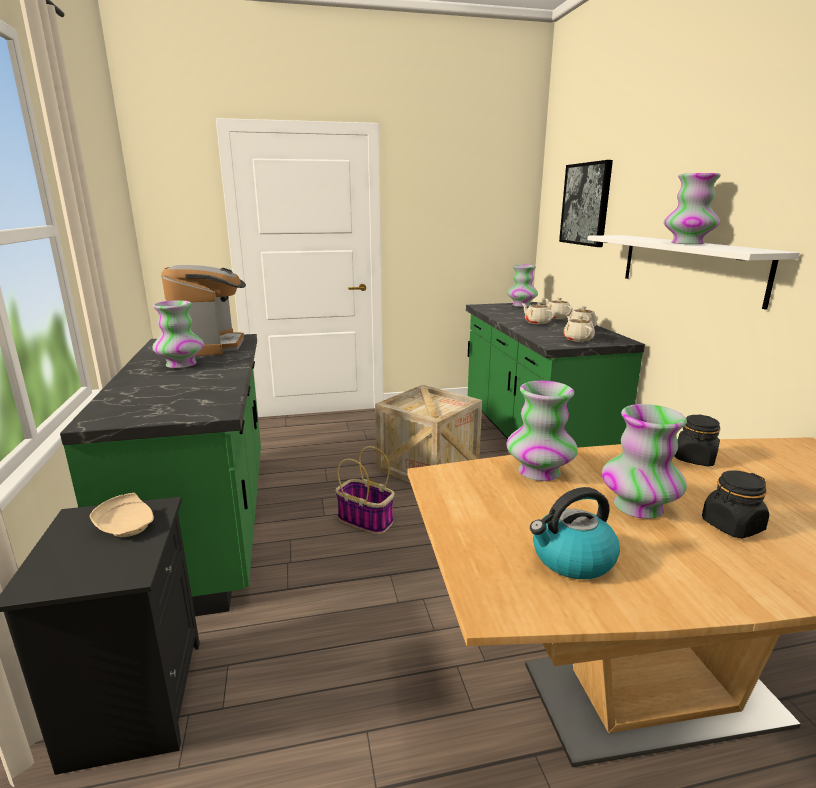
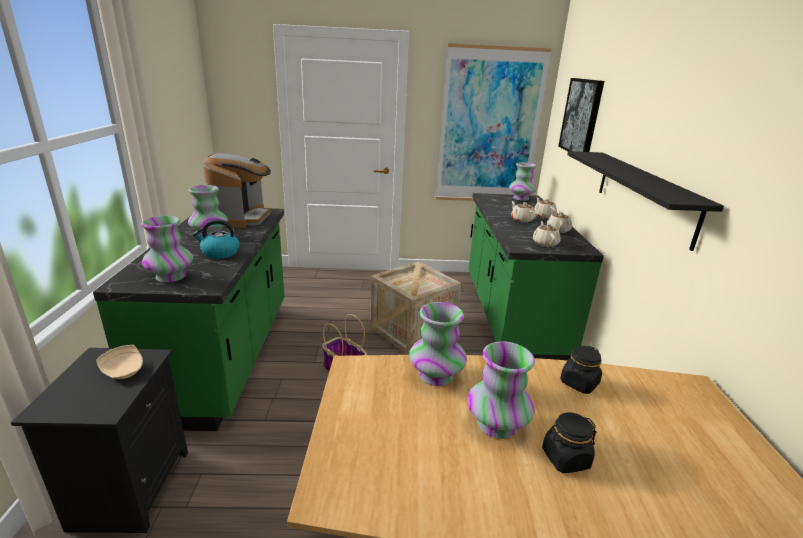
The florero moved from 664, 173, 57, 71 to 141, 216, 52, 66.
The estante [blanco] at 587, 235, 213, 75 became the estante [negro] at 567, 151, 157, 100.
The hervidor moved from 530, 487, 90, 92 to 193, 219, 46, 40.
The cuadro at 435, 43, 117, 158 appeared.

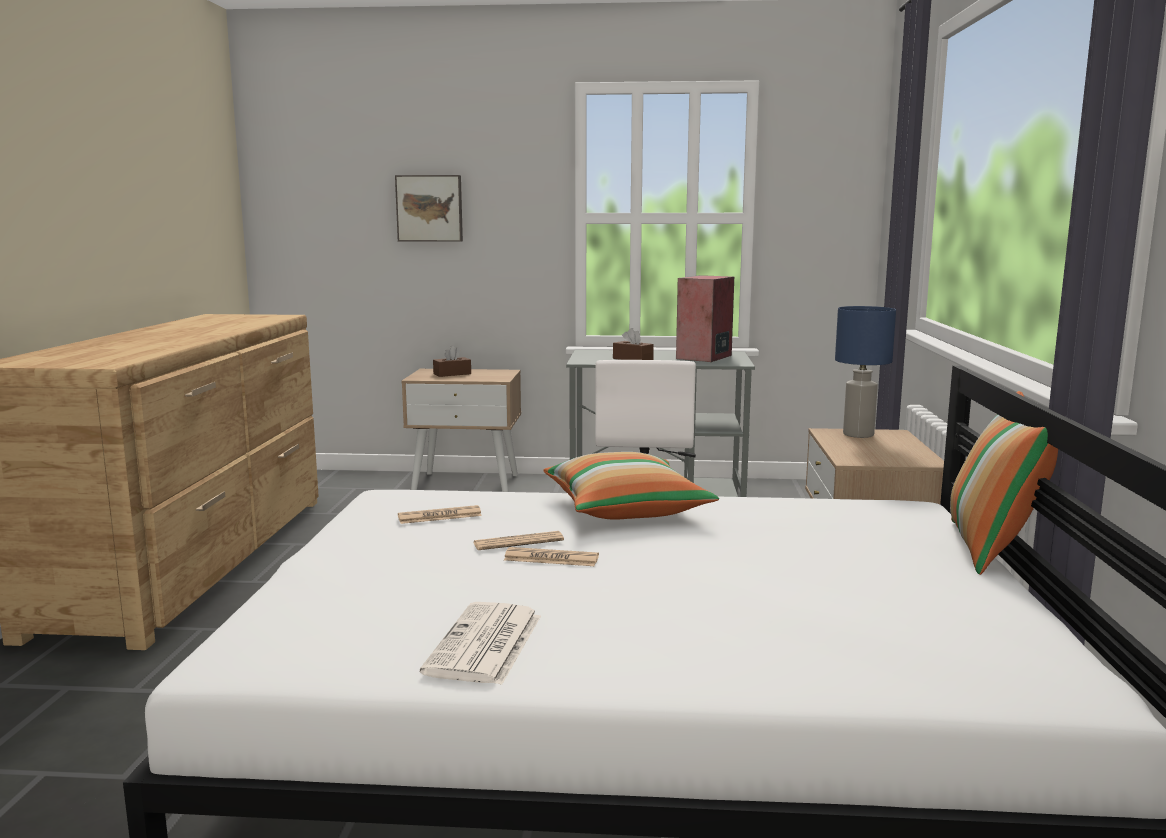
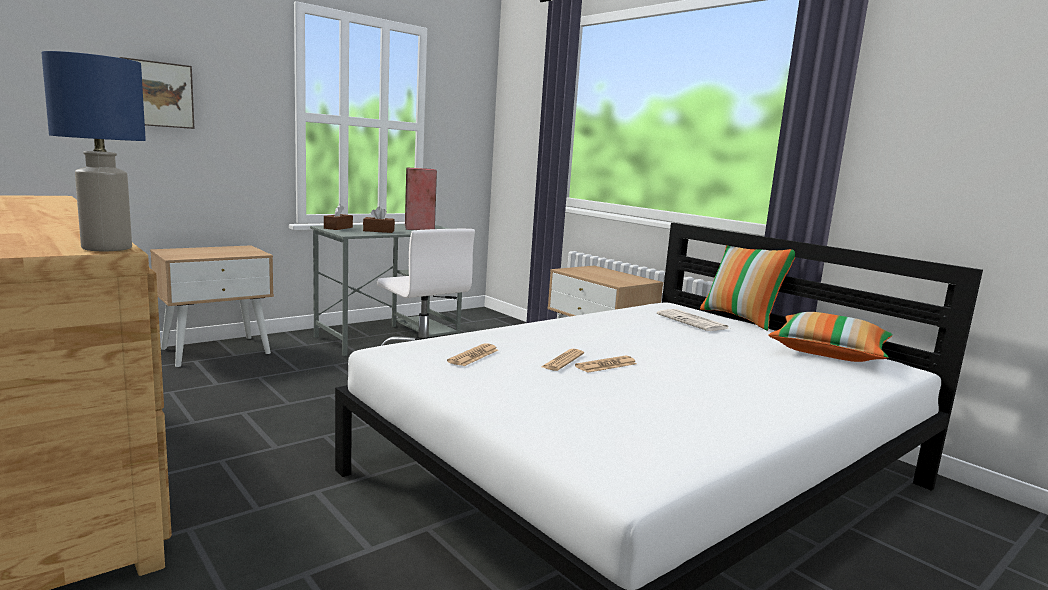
The lámpara de mesa [azul] moved from 835, 306, 61, 132 to 41, 51, 105, 200.
The caja de pañuelos [marrón] moved from 433, 345, 38, 32 to 324, 204, 29, 26.
The cojín moved from 543, 452, 176, 68 to 768, 312, 125, 50.
The periódico moved from 420, 602, 121, 83 to 657, 309, 72, 22.

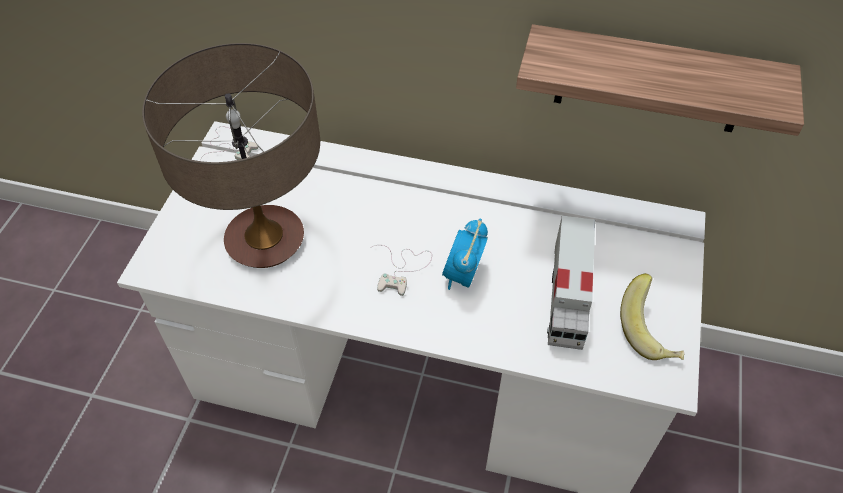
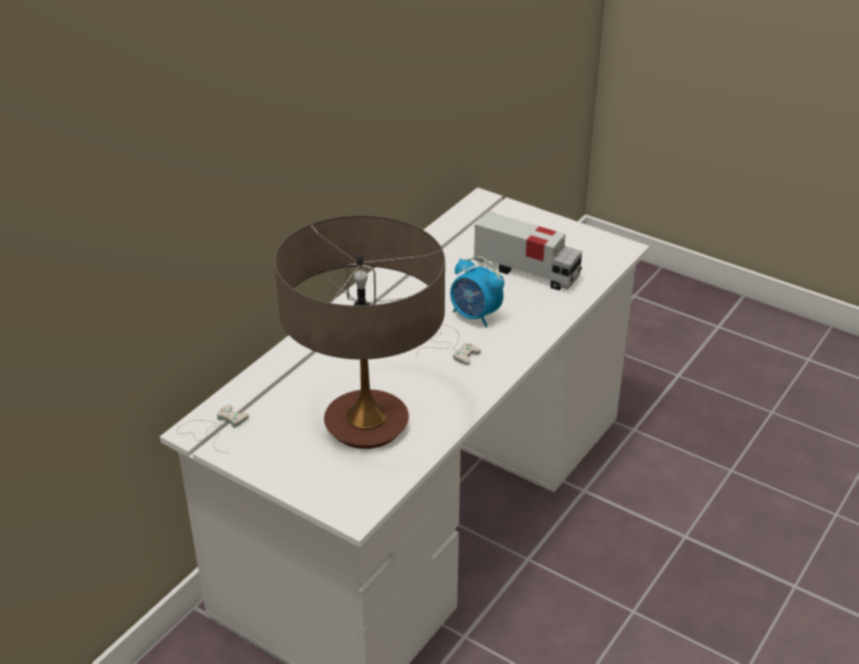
The estante at 516, 24, 288, 112 disappeared.
The plátano at 620, 273, 64, 87 disappeared.

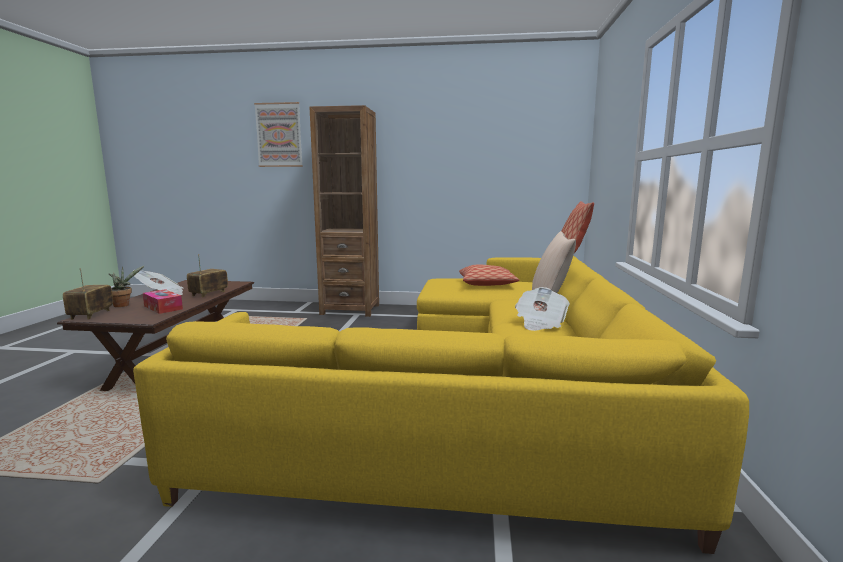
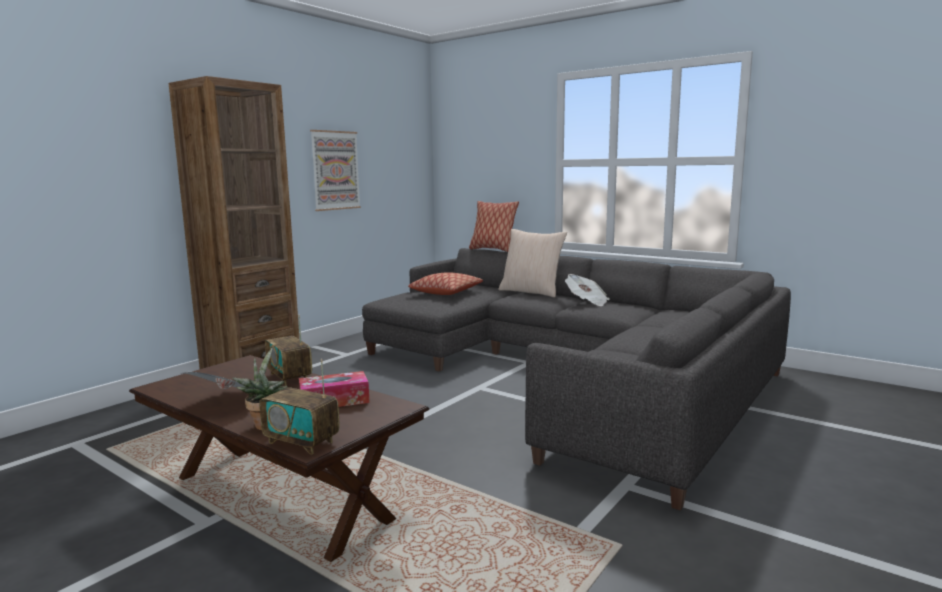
The cuadro moved from 254, 102, 49, 65 to 310, 130, 51, 81.
The sofá [amarillo] at 133, 256, 616, 298 became the sofá [gris] at 362, 248, 429, 262.

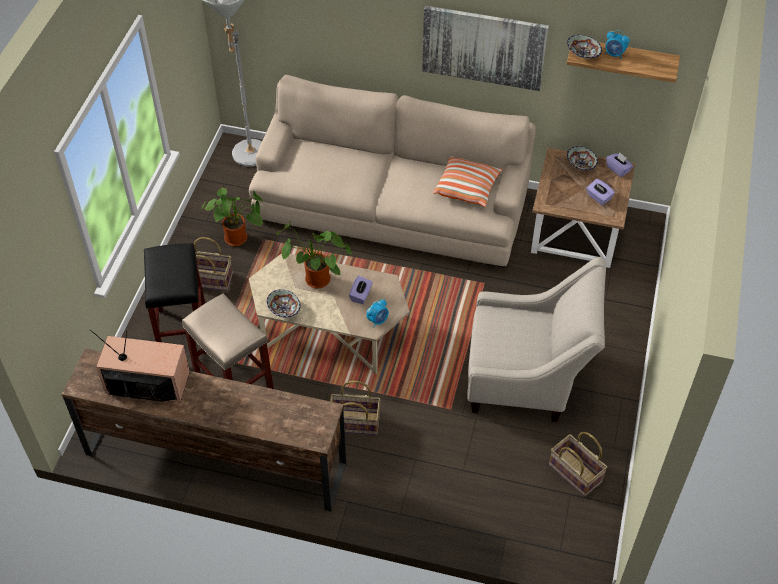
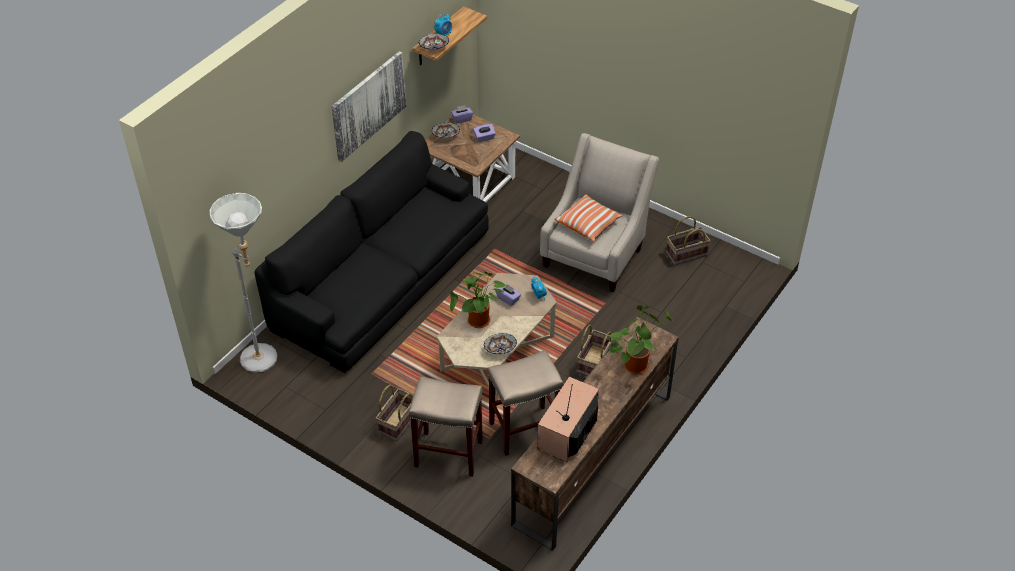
The sofá [beis] at 249, 75, 287, 193 became the sofá [negro] at 255, 131, 234, 242.
The cojín moved from 433, 156, 70, 51 to 554, 194, 69, 47.
The planta en maceta moved from 201, 187, 62, 59 to 609, 305, 63, 69.
The taburete [negro] at 144, 243, 63, 111 became the taburete [beis] at 409, 376, 74, 101.

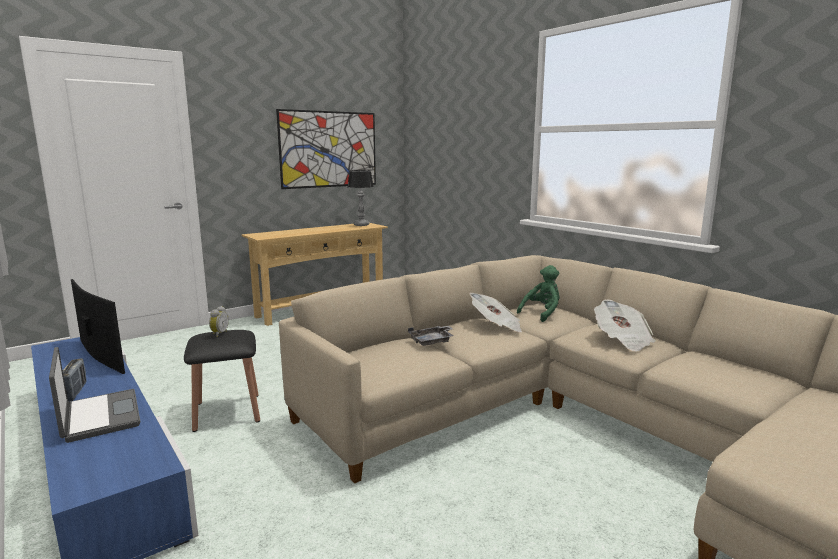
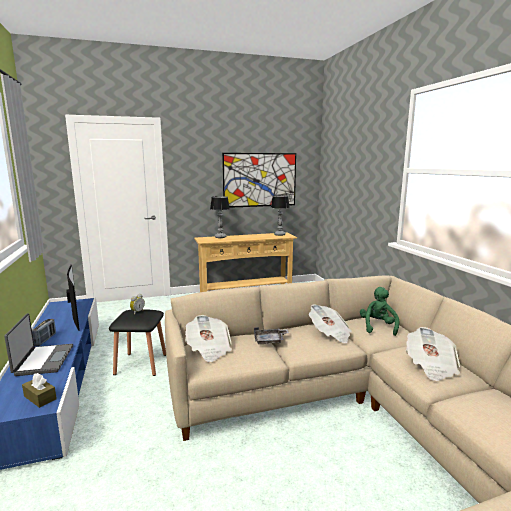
The peluche [verde] at 517, 265, 42, 57 turned 60 degrees counterclockwise.
The lámpara de mesa at 210, 196, 20, 42 appeared.
The periódico at 185, 315, 47, 47 appeared.
The caja de pañuelos [marrón] at 22, 373, 35, 35 appeared.

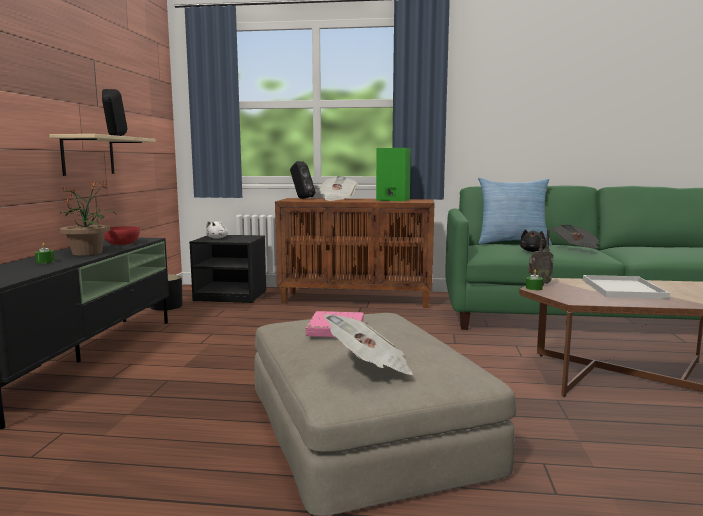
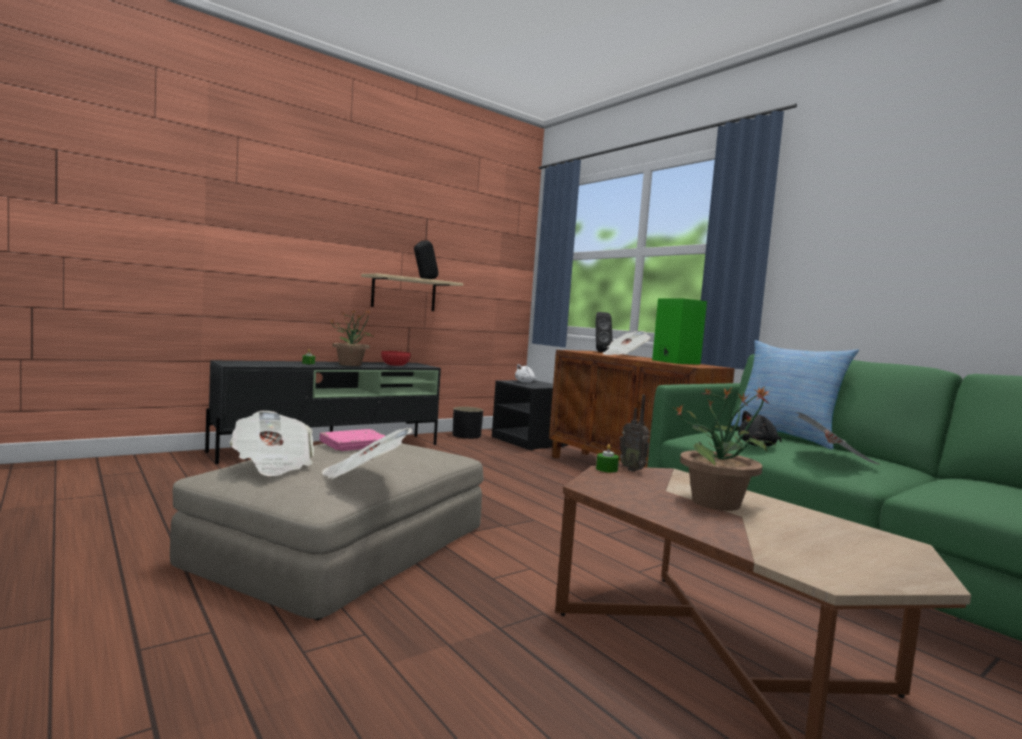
The bandeja [blanco] at 583, 275, 87, 24 was replaced by the planta en maceta at 674, 386, 101, 125.
The periódico at 321, 428, 92, 52 appeared.

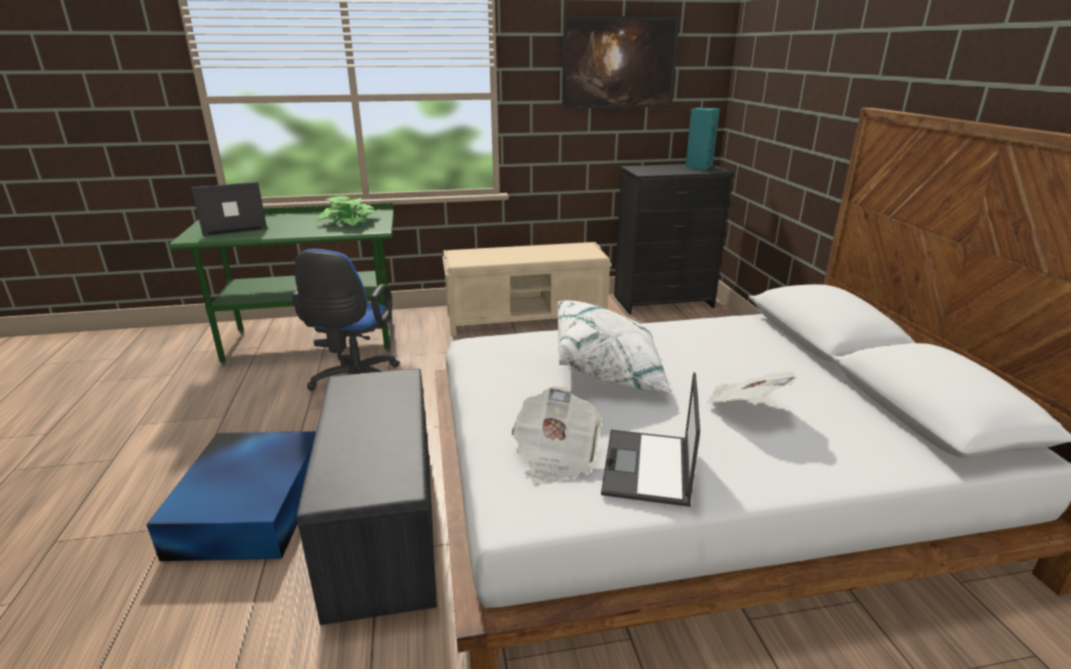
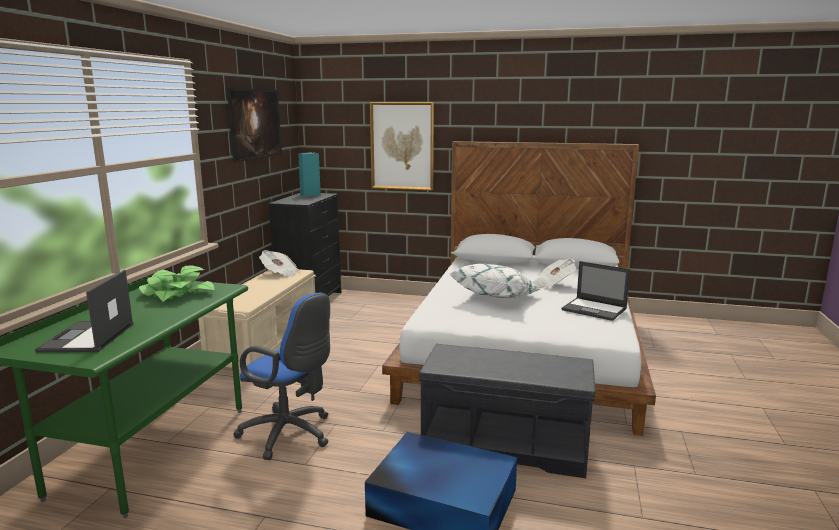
The periódico moved from 512, 387, 90, 98 to 259, 250, 40, 28.
The cuadro at 370, 102, 64, 88 appeared.

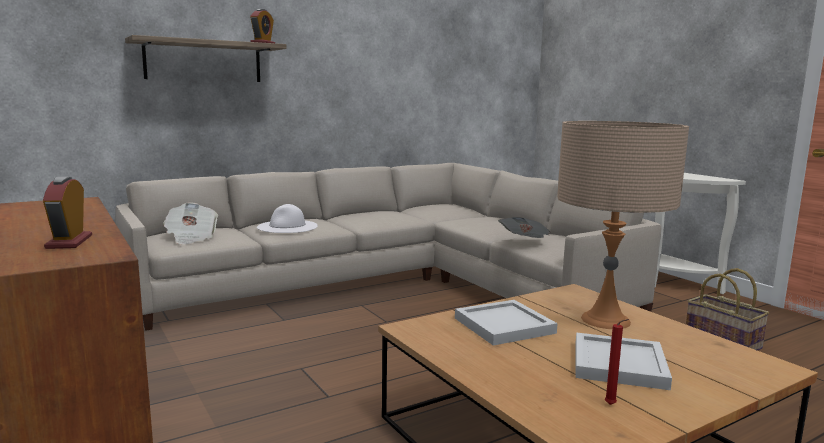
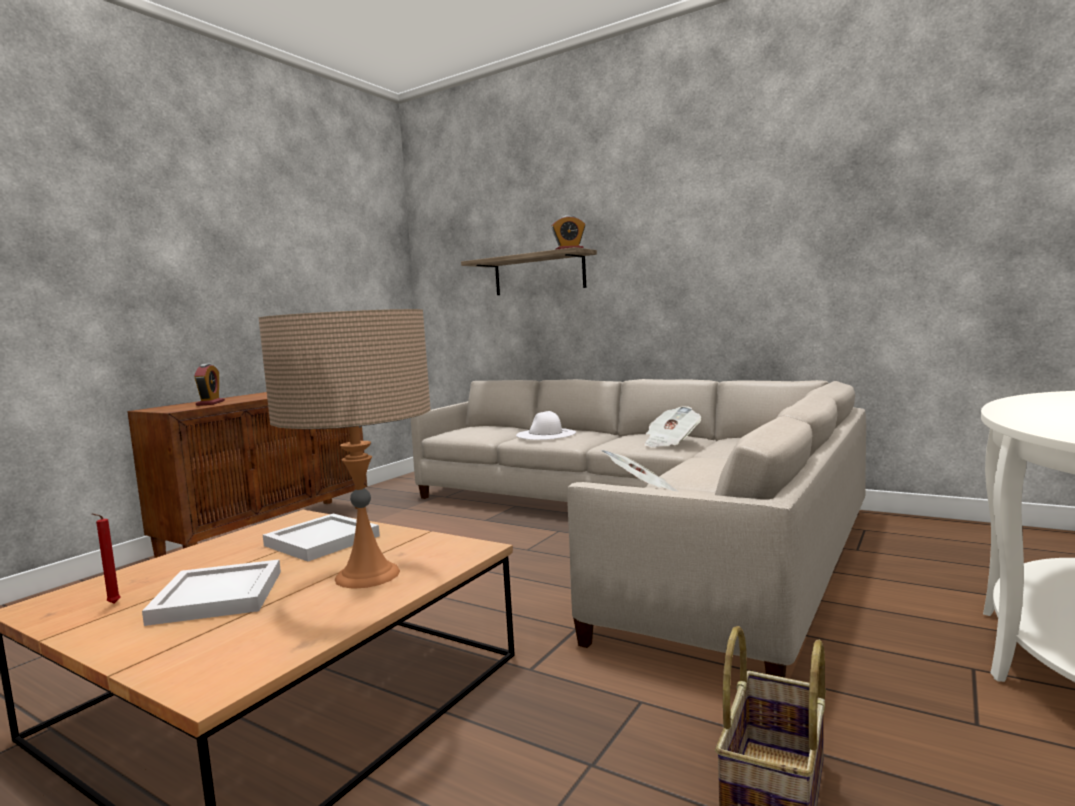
The despertador at 43, 176, 49, 73 turned 120 degrees clockwise.
The periódico moved from 163, 203, 55, 42 to 644, 406, 57, 41.

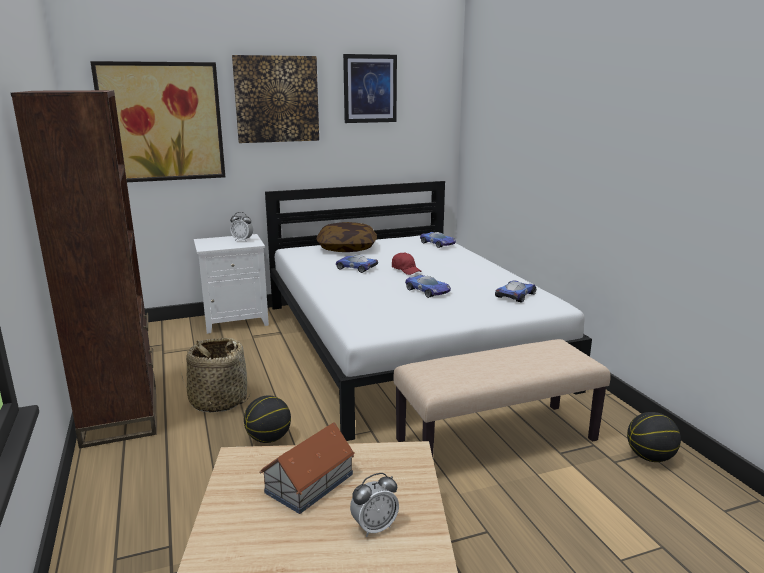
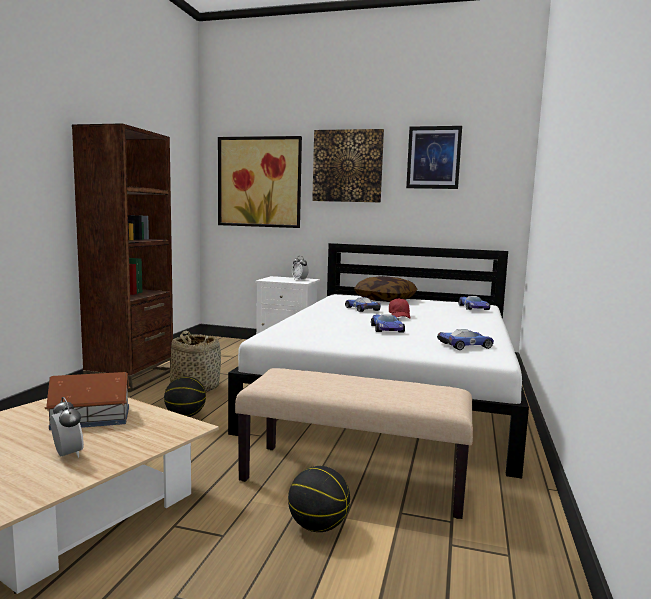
The balón de baloncesto moved from 627, 412, 54, 50 to 288, 466, 62, 66.
The despertador at 350, 473, 49, 64 turned 135 degrees counterclockwise.

